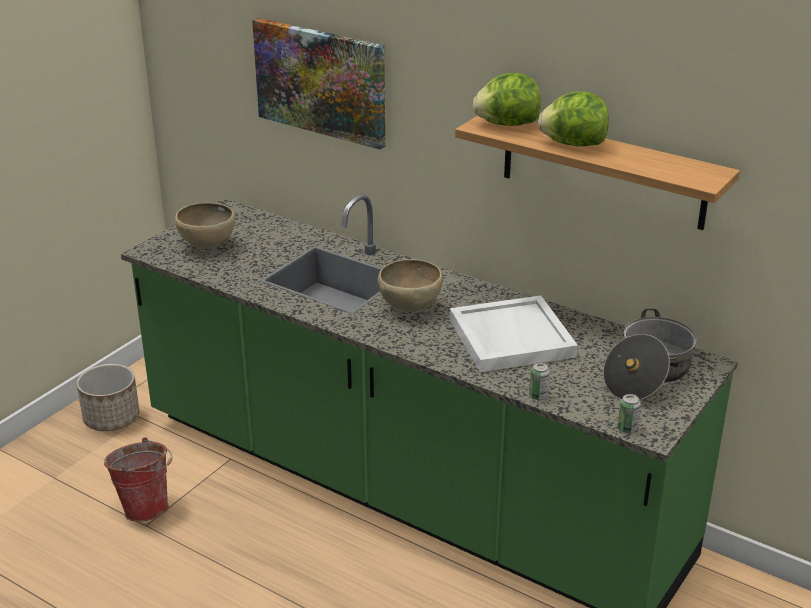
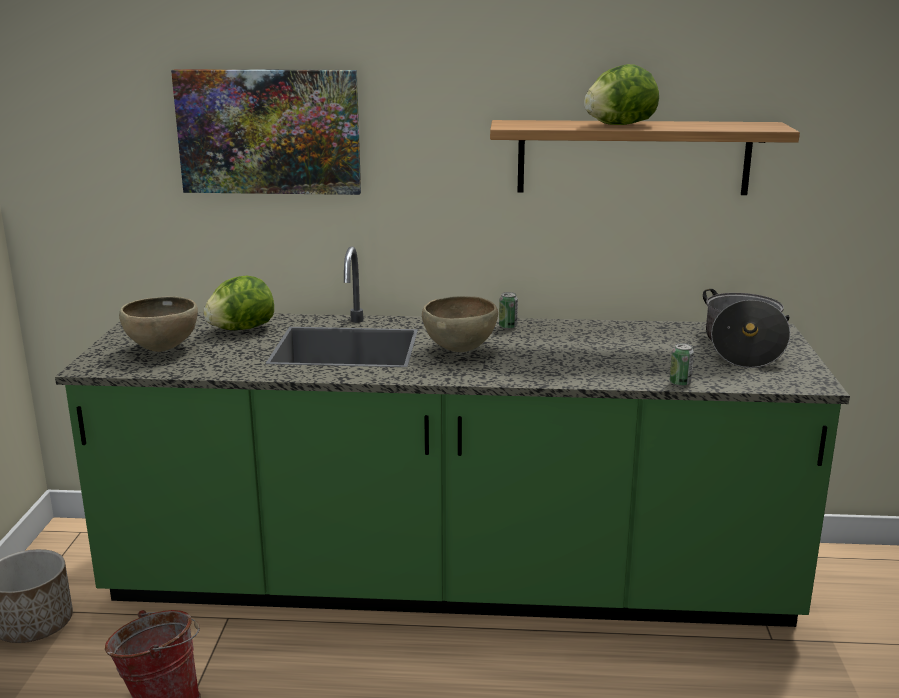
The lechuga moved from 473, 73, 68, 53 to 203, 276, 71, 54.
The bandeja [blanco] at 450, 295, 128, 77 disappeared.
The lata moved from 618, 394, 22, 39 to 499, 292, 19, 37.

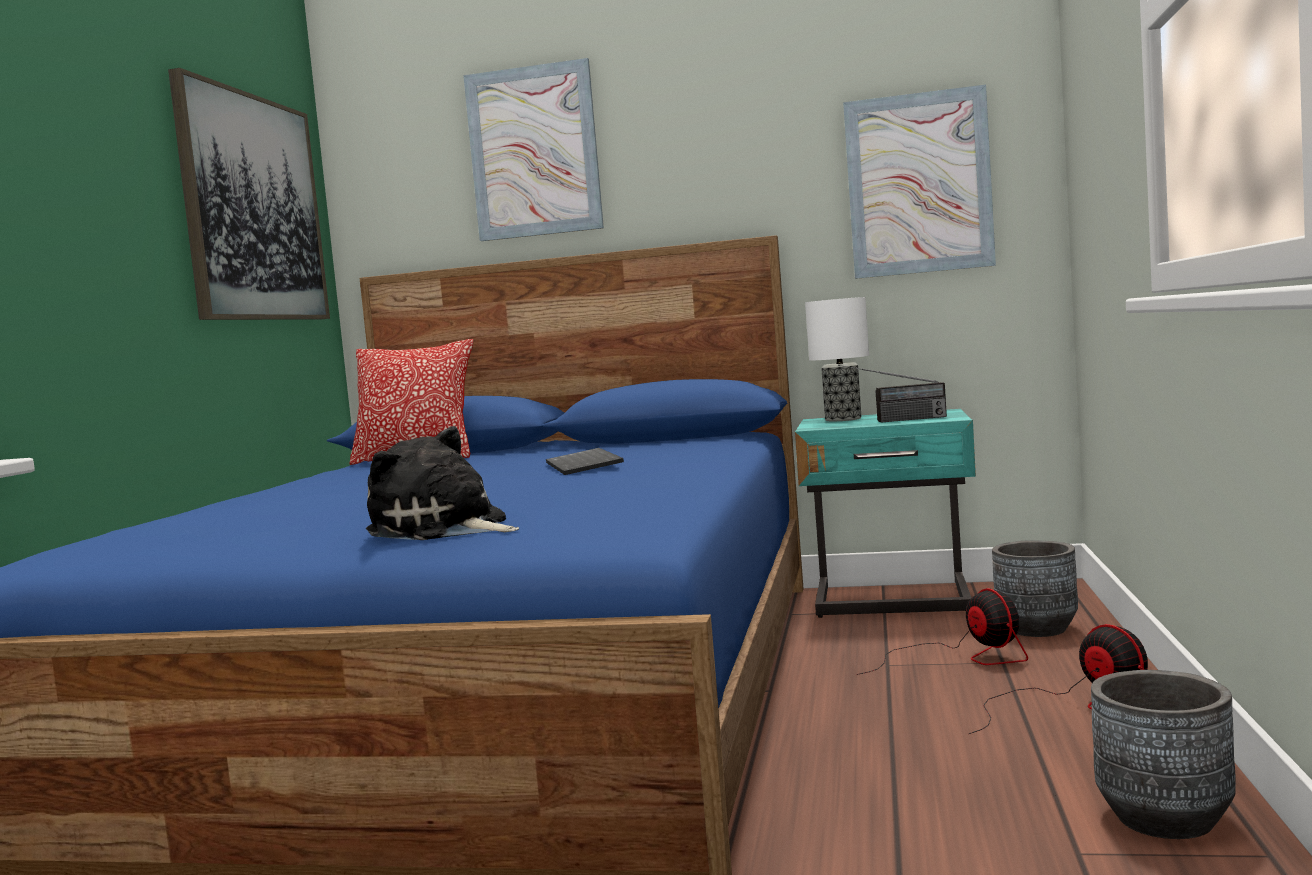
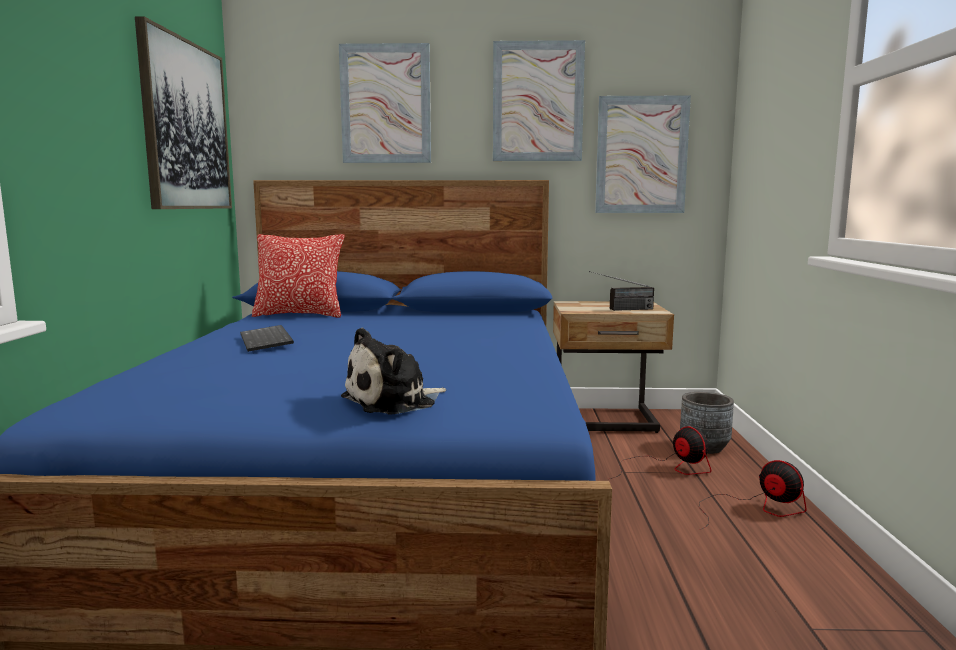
The lámpara de mesa at 805, 297, 64, 124 disappeared.
The mesita de noche [turquesa] at 795, 409, 181, 209 became the mesita de noche [beis] at 553, 301, 121, 132.
The peluche at 366, 426, 153, 114 turned 60 degrees counterclockwise.
The teclado moved from 546, 448, 78, 27 to 240, 325, 54, 27.
The maceta [gris] at 1091, 670, 145, 169 disappeared.
The cuadro at 493, 40, 92, 121 appeared.

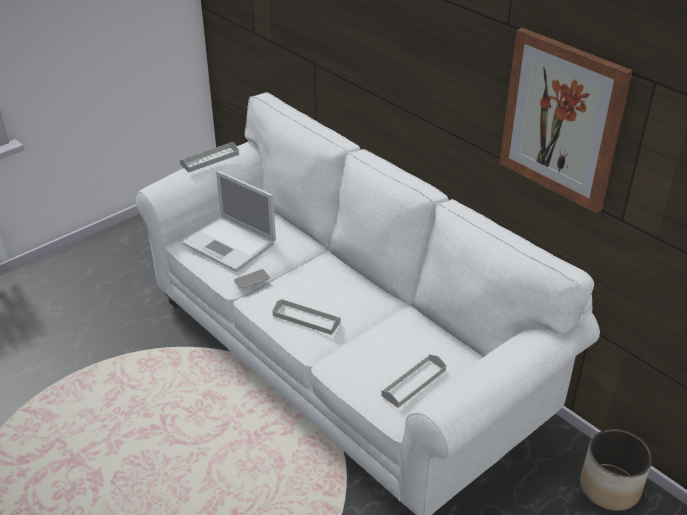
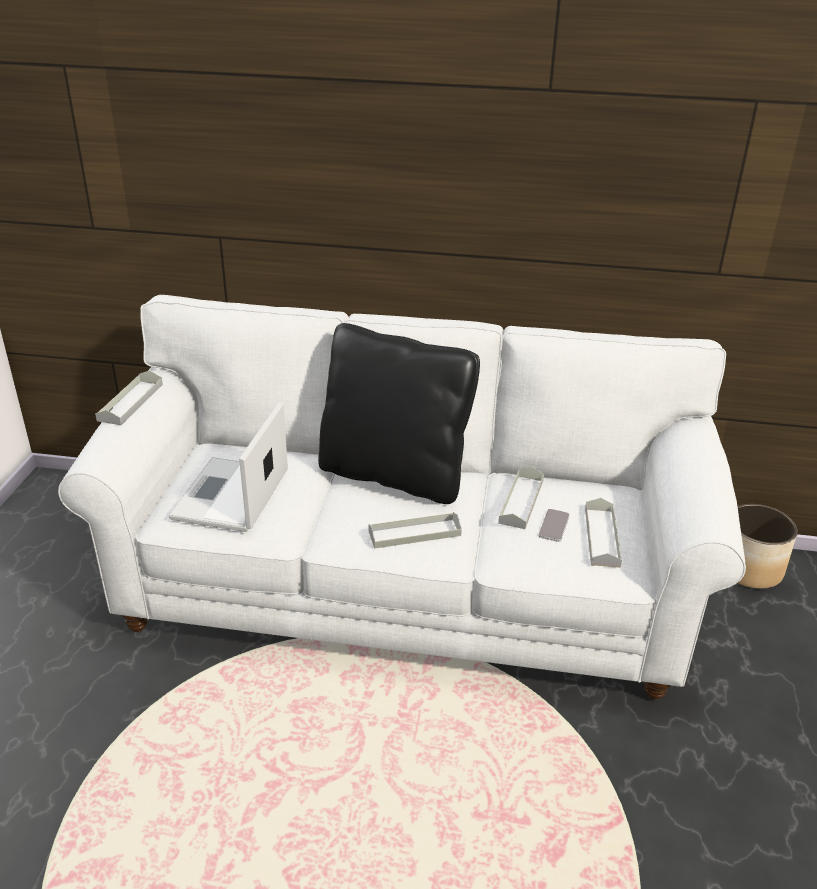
The cuadro at 499, 28, 134, 185 disappeared.
The portátil at 182, 171, 94, 101 turned 105 degrees clockwise.
The móvil moved from 234, 269, 36, 20 to 538, 509, 32, 33.
The cojín [negro] at 318, 323, 162, 181 appeared.
The bandeja [gris] at 498, 467, 46, 62 appeared.

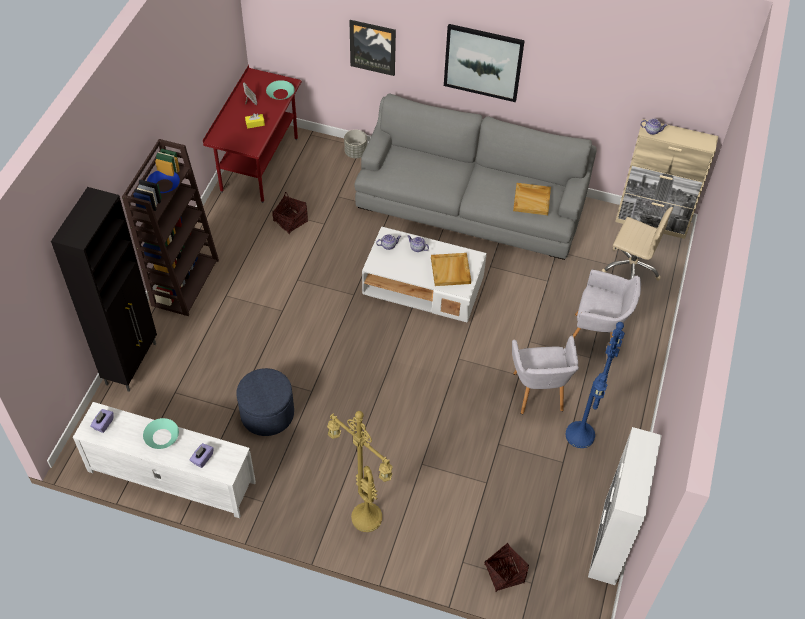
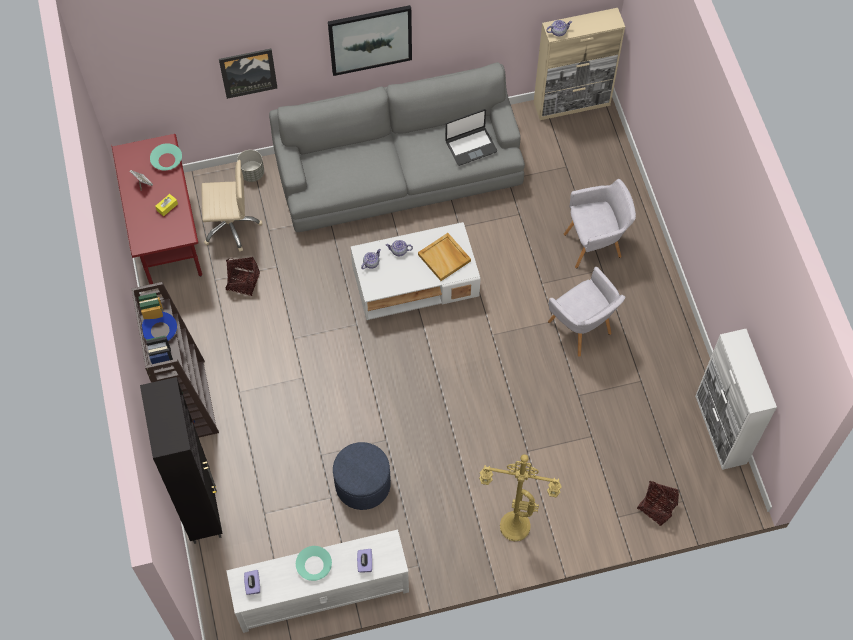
The bandeja [beis] at 513, 183, 38, 32 was replaced by the portátil at 445, 109, 52, 57.
The silla de oficina [beis] moved from 602, 207, 71, 74 to 202, 160, 60, 92.
The lámpara de pie [azul] at 565, 322, 60, 126 disappeared.

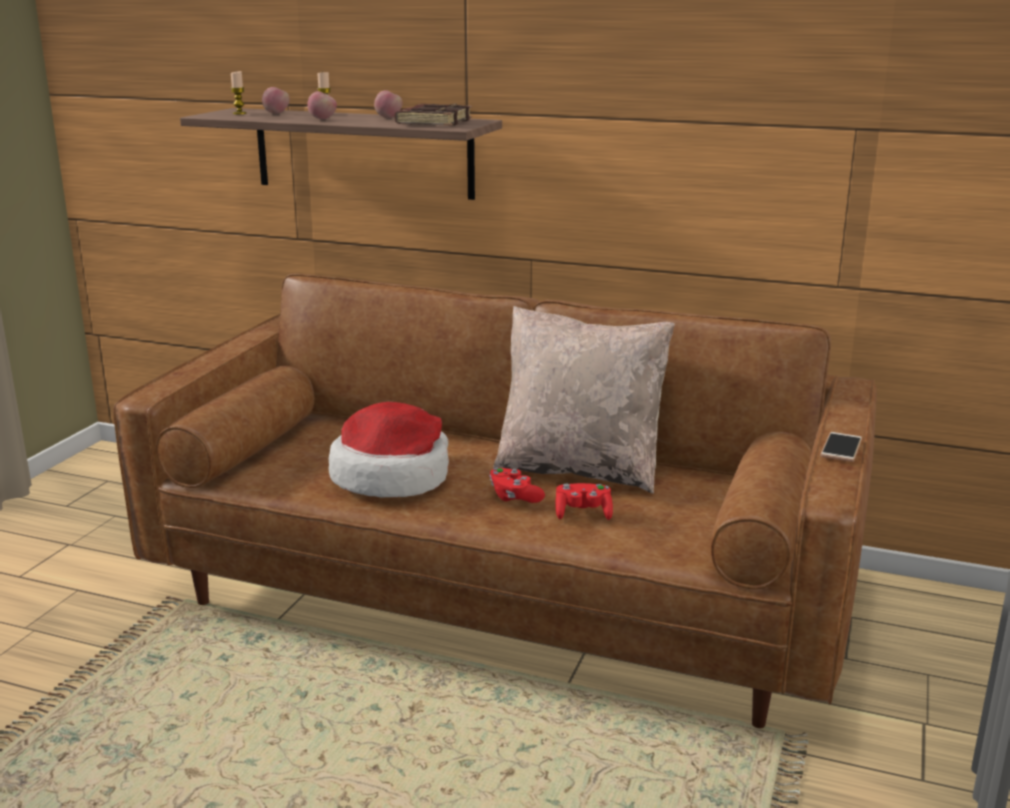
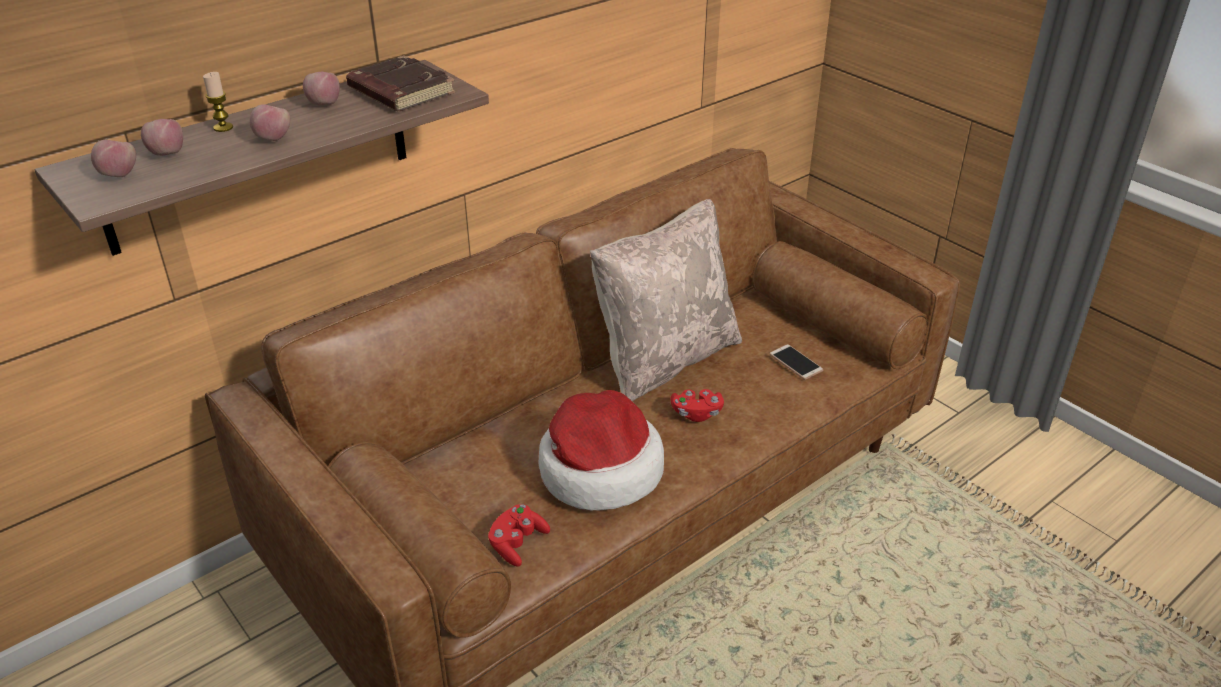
The vela at 230, 71, 17, 43 was replaced by the manzana at 91, 140, 45, 37.
The móvil moved from 820, 432, 42, 30 to 769, 344, 54, 36.
The mando de consola [rojo] moved from 555, 483, 58, 37 to 488, 504, 62, 62.

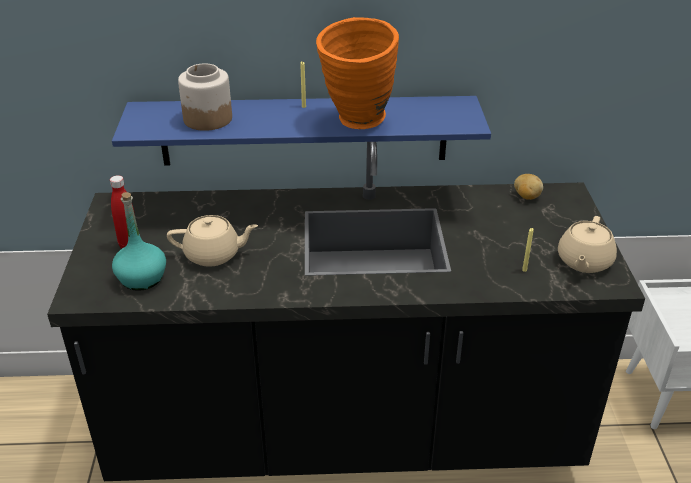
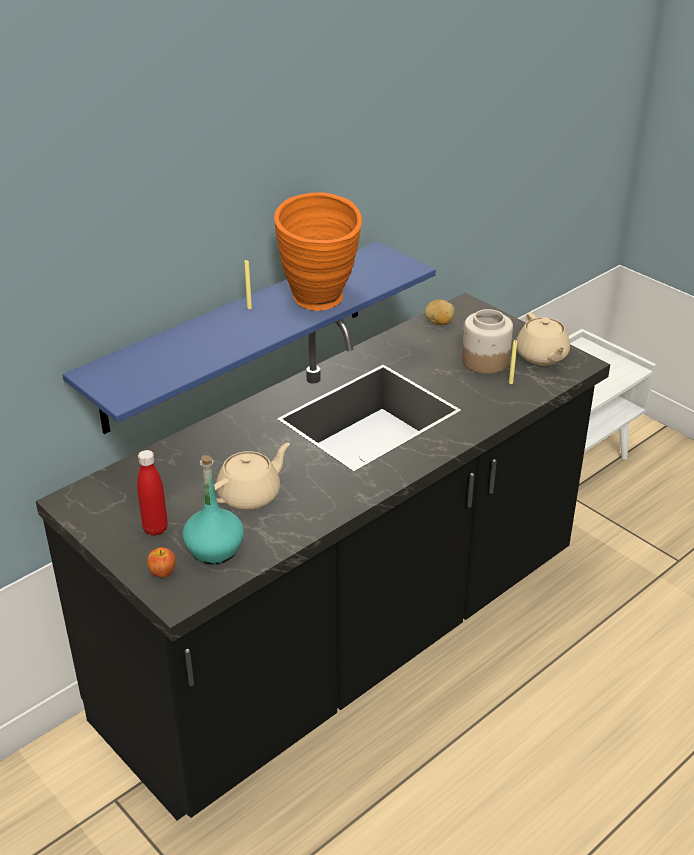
The tarro moved from 178, 63, 54, 68 to 462, 309, 51, 65.
The manzana at 147, 547, 29, 31 appeared.

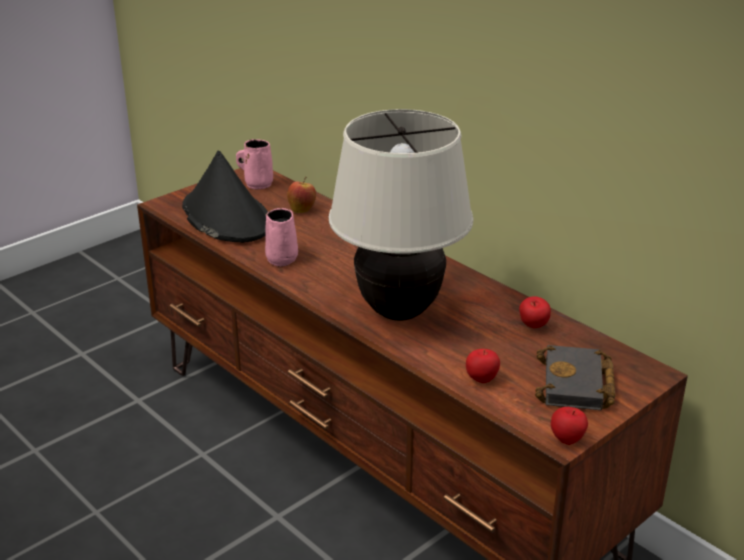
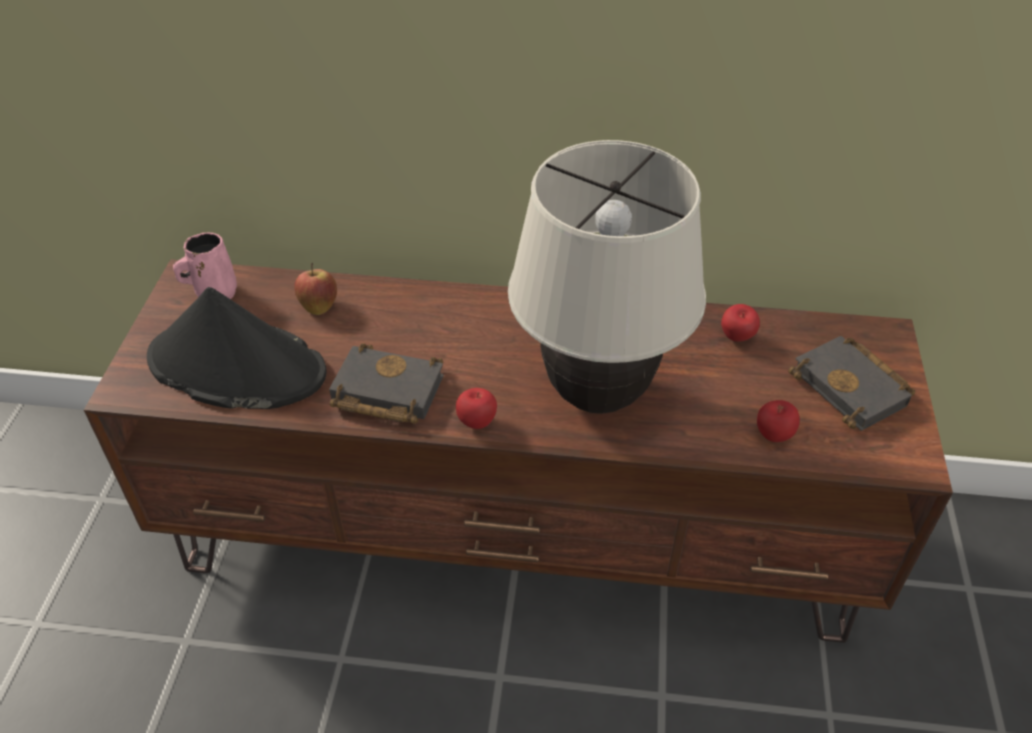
The taza grande [rosa] at 265, 208, 33, 59 was replaced by the libro [negro] at 329, 343, 115, 81.
The manzana moved from 551, 407, 37, 38 to 456, 388, 41, 41.

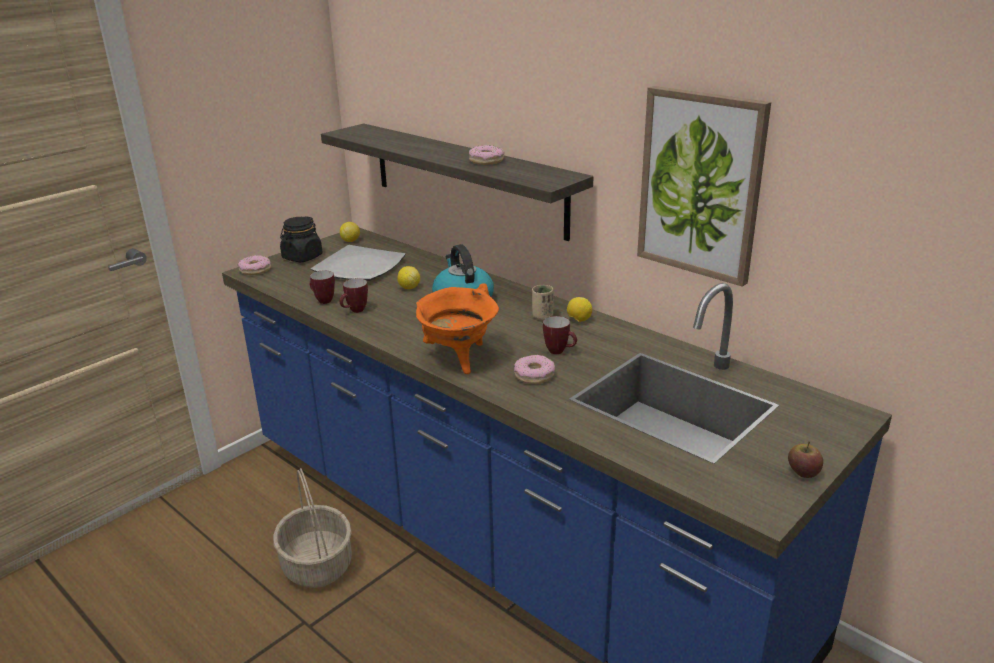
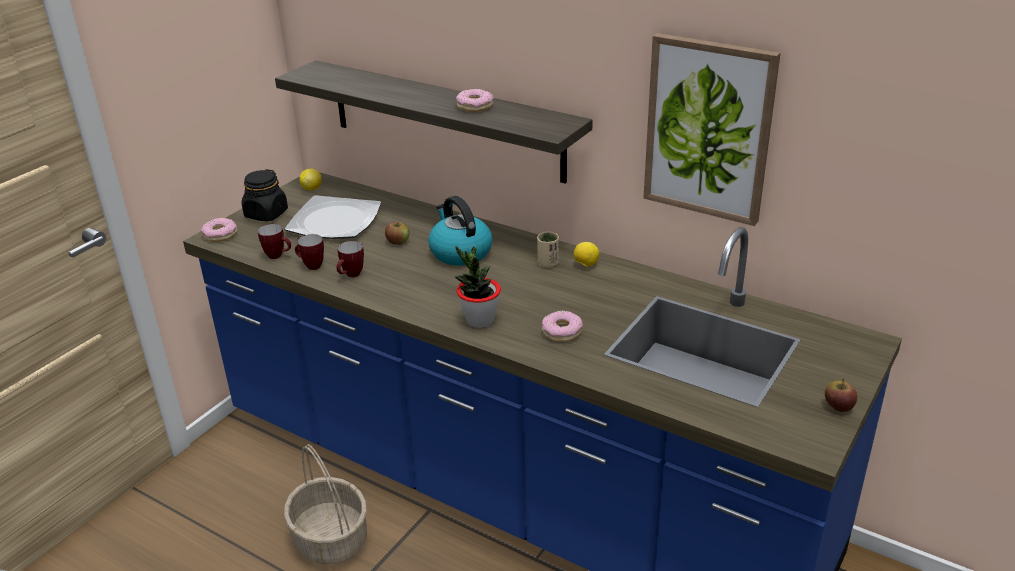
The limón at 397, 266, 23, 23 was replaced by the manzana at 385, 222, 24, 23.
The olla [naranja] at 416, 283, 83, 91 was replaced by the planta en maceta at 455, 246, 46, 82.
The taza grande moved from 543, 316, 34, 38 to 258, 224, 33, 35.

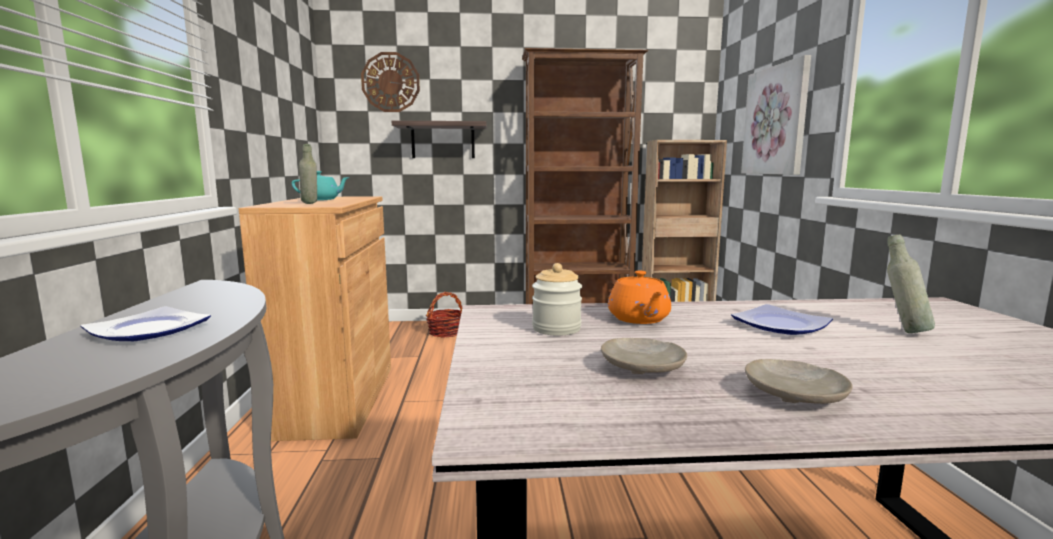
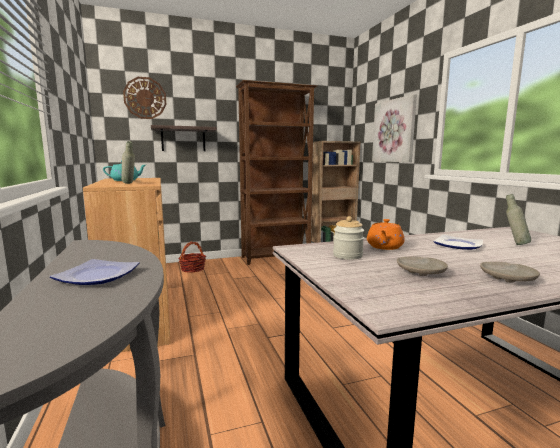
The tetera [naranja] at 608, 271, 63, 53 turned 45 degrees clockwise.

